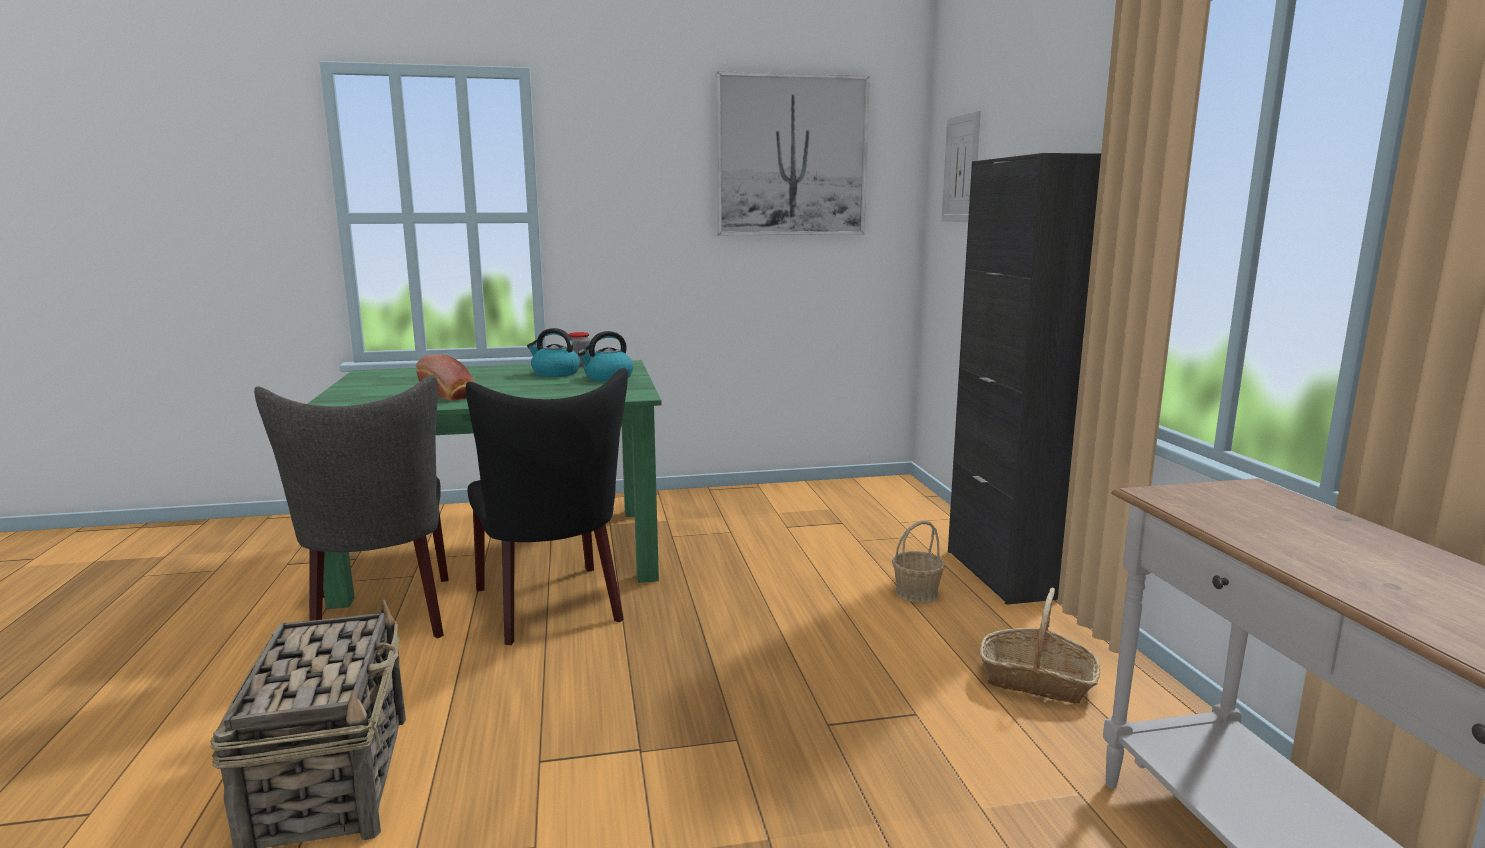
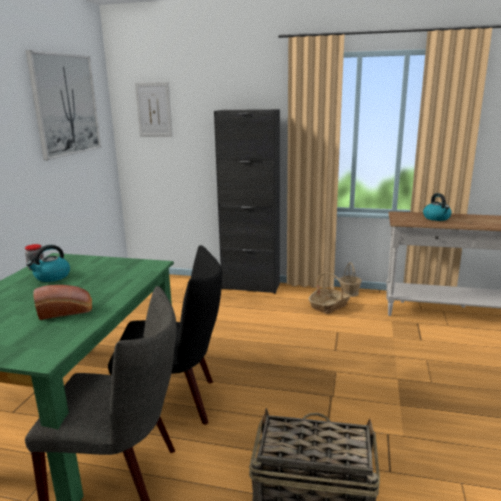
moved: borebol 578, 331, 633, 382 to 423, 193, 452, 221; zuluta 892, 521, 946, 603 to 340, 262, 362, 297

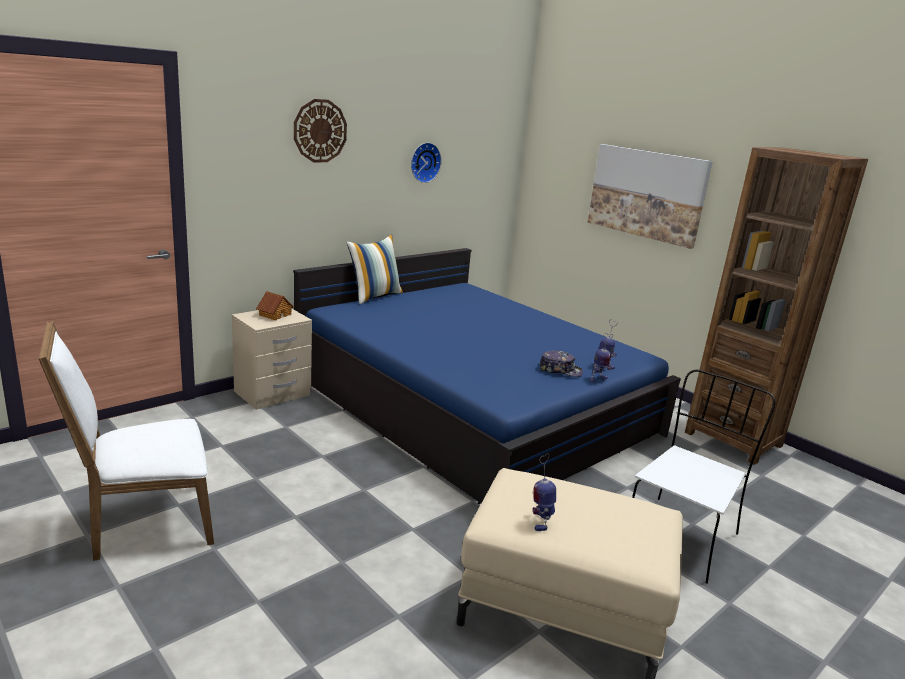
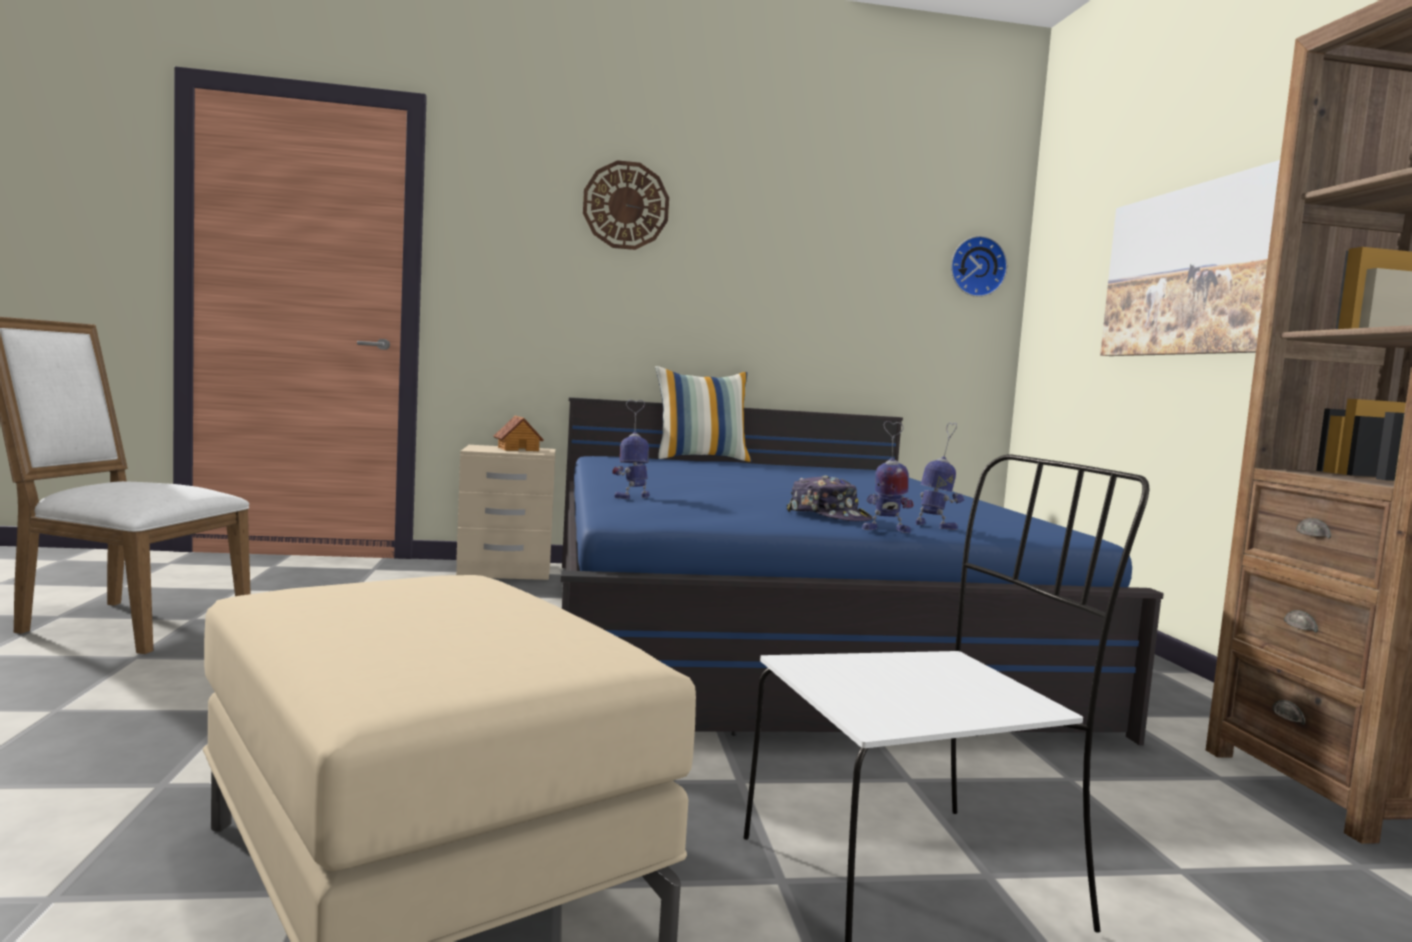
moved: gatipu 411, 142, 441, 183 to 951, 236, 1008, 297; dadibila 533, 453, 556, 531 to 612, 400, 649, 499

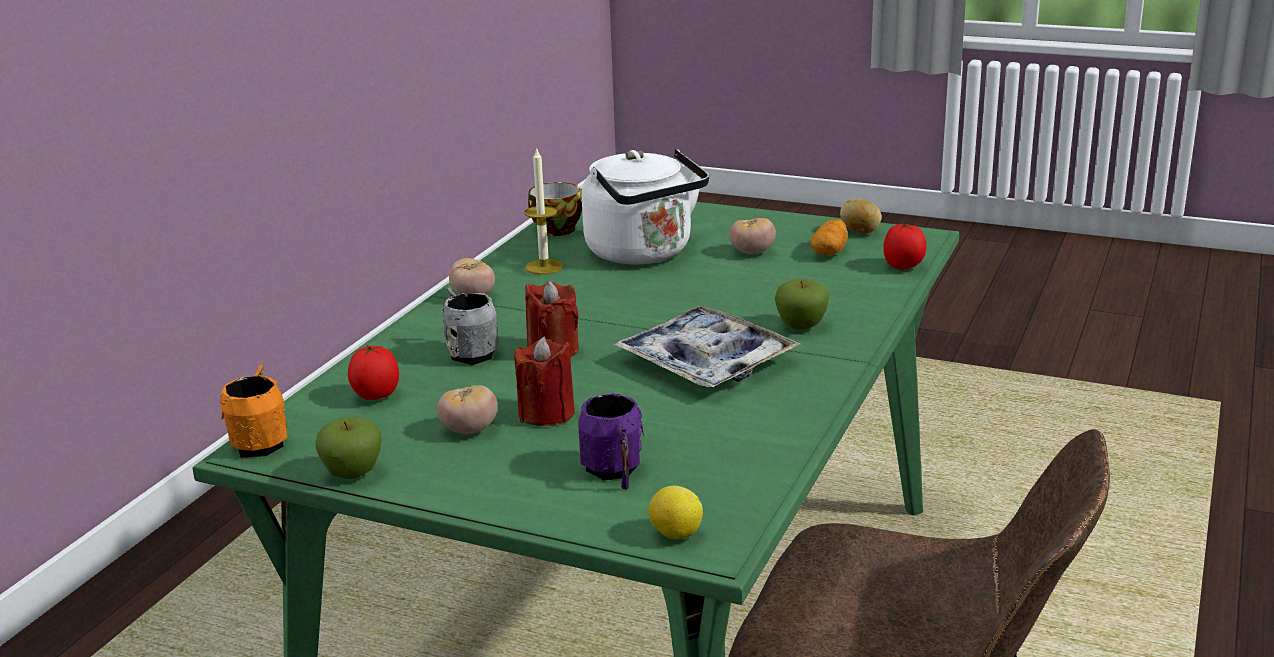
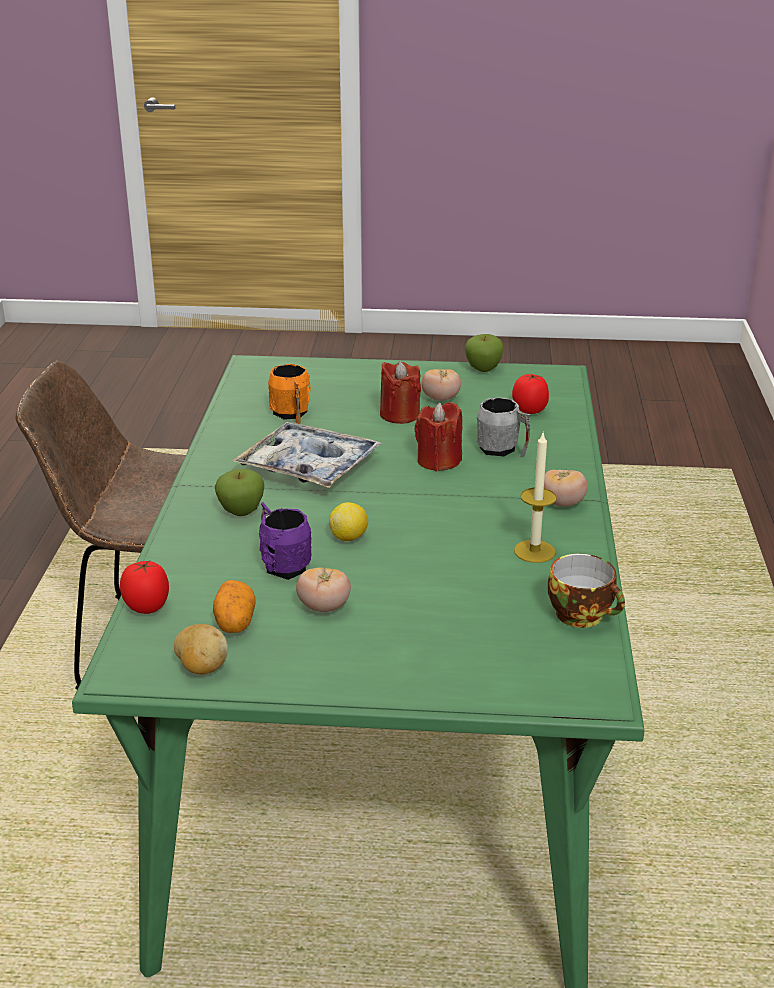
removed: borebol (white) 582, 149, 709, 265
moved: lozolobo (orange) 219, 365, 288, 458 to 268, 364, 311, 424; lozolobo (purple) 578, 393, 644, 489 to 259, 502, 312, 580; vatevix 648, 486, 703, 539 to 329, 502, 368, 541

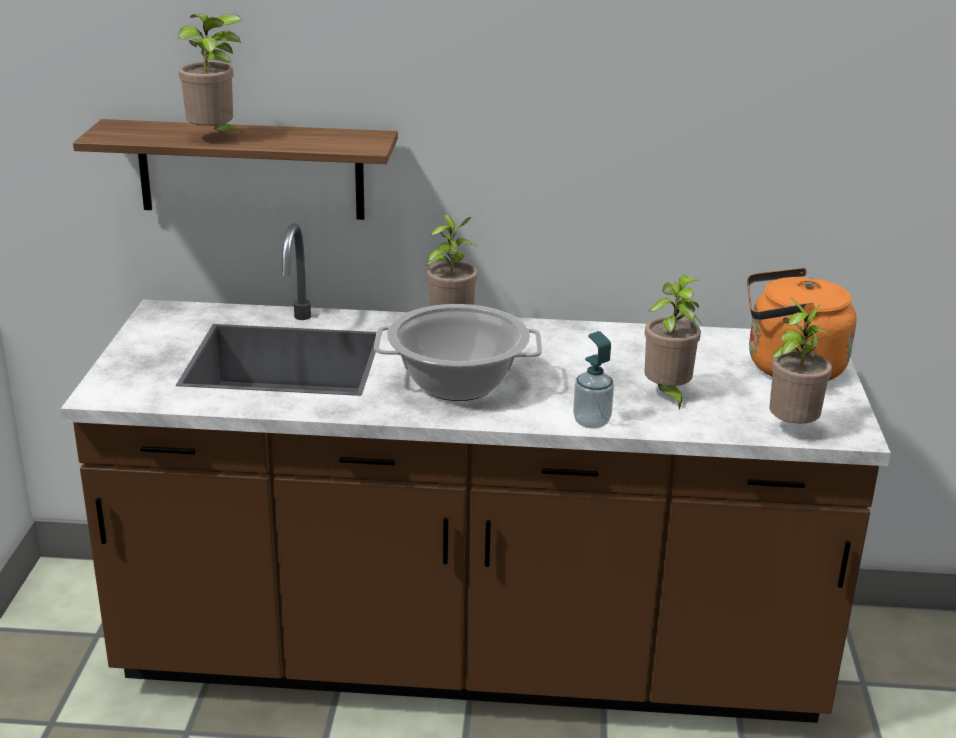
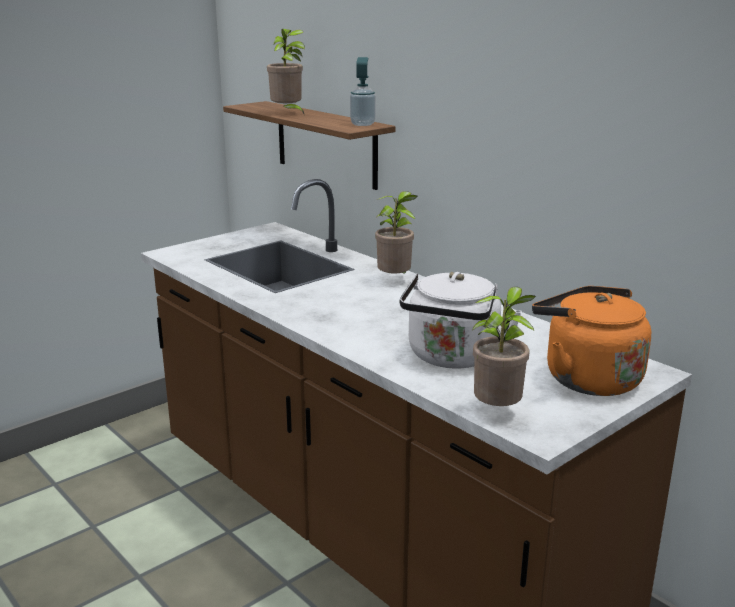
removed: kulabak 374, 304, 542, 401
moved: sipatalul 573, 331, 614, 429 to 350, 57, 376, 126
replaced: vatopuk 644, 275, 703, 409 to borebol (white) 400, 272, 522, 369

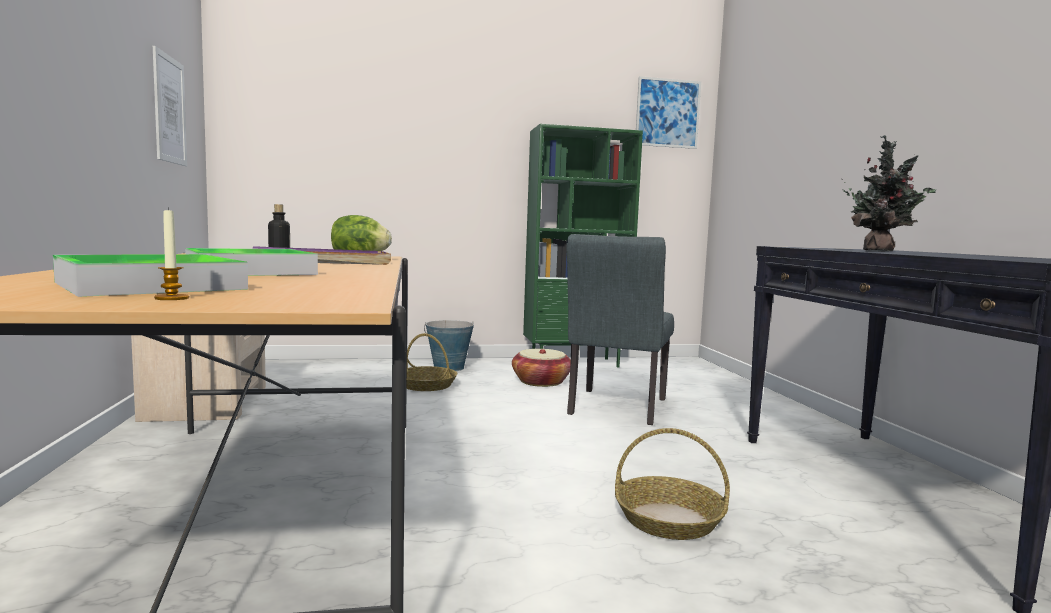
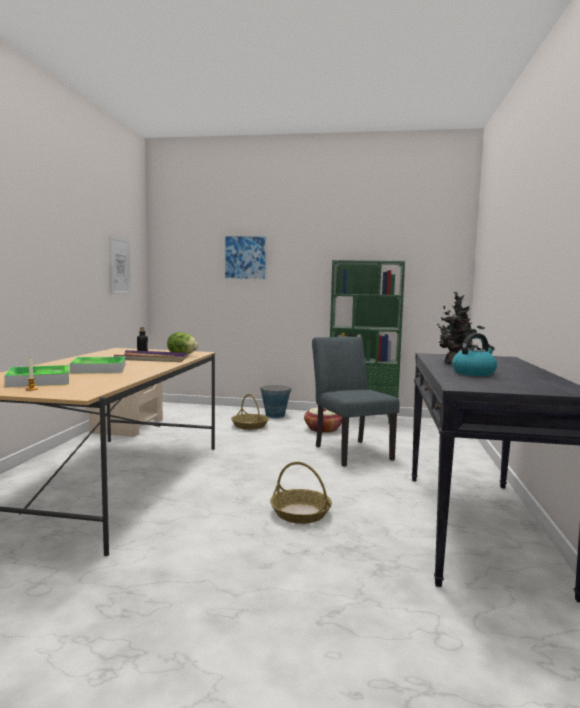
added: borebol 452, 333, 497, 376
moved: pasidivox 636, 76, 701, 149 to 224, 235, 267, 280
turned: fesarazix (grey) 566, 234, 674, 425 = 312, 337, 399, 467 120 degrees clockwise

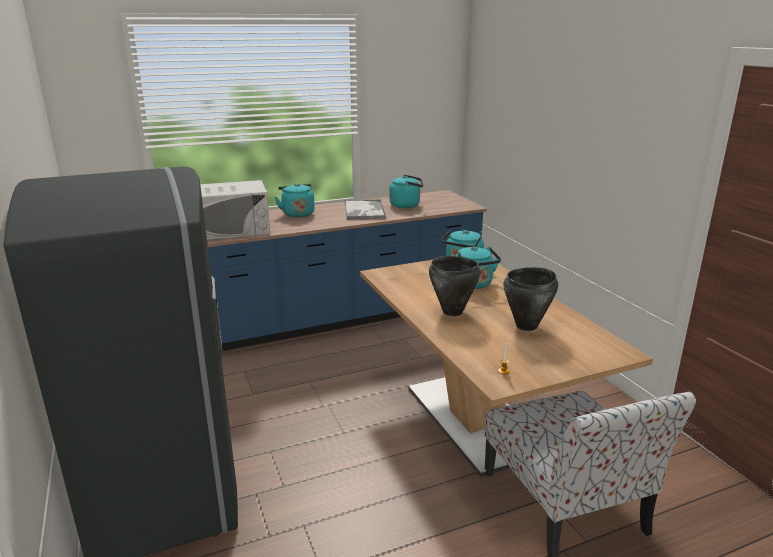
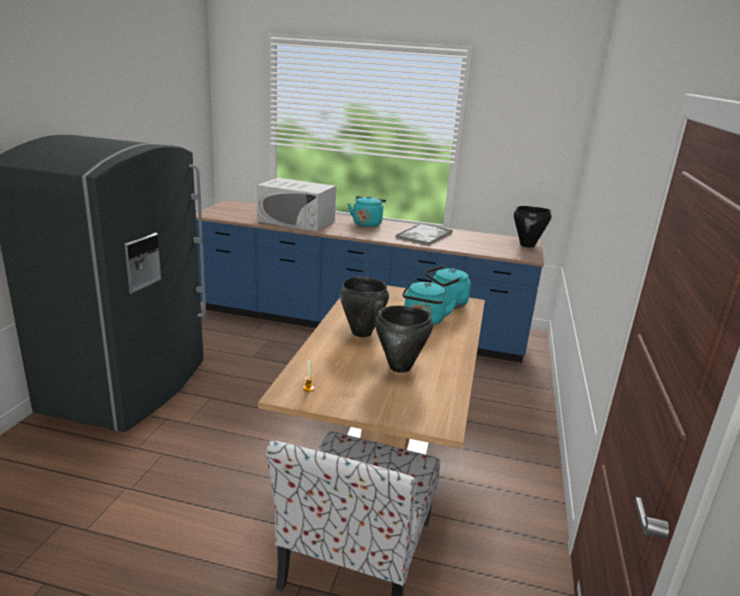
removed: borebol (turquoise) 389, 175, 423, 208
added: kulabak (black) 514, 206, 552, 248

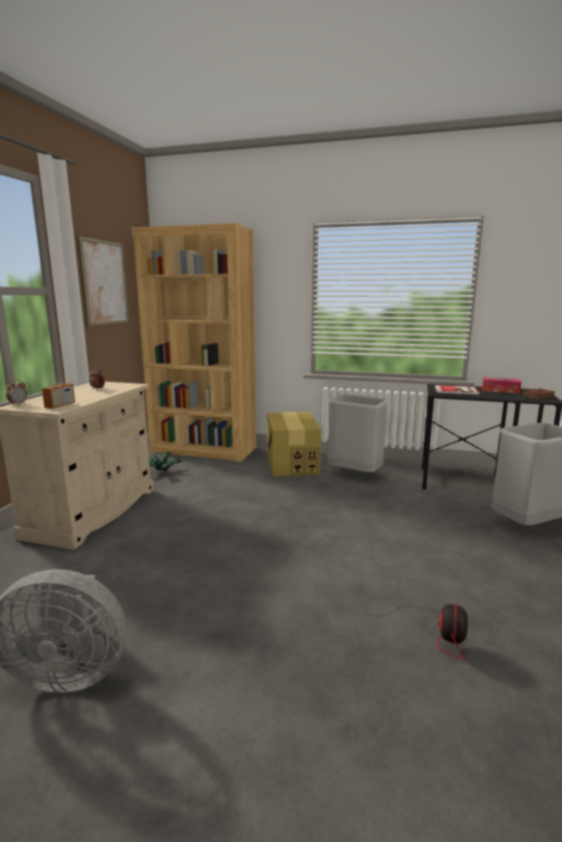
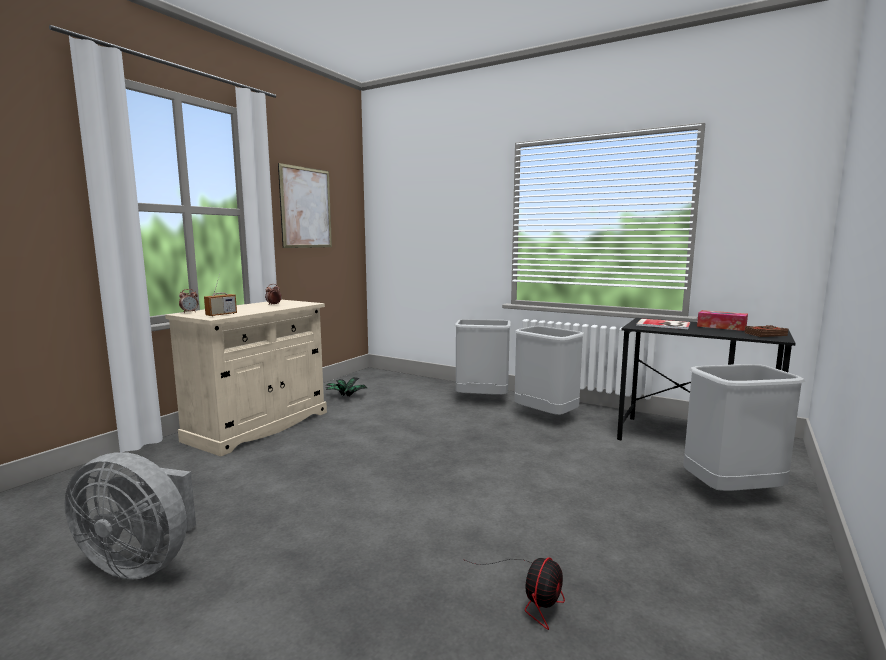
removed: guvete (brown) 131, 223, 256, 462
replaced: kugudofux 267, 412, 321, 477 to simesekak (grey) 454, 319, 511, 395

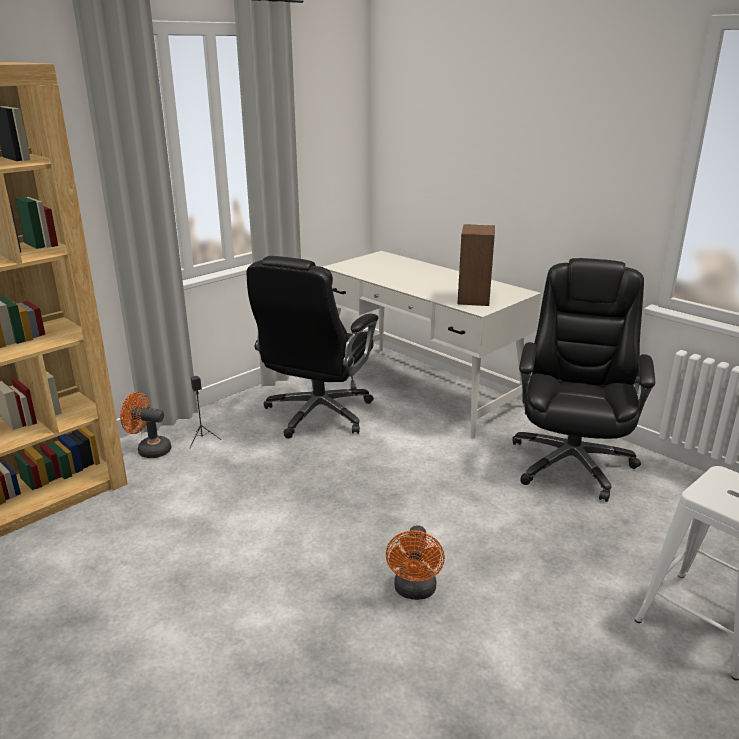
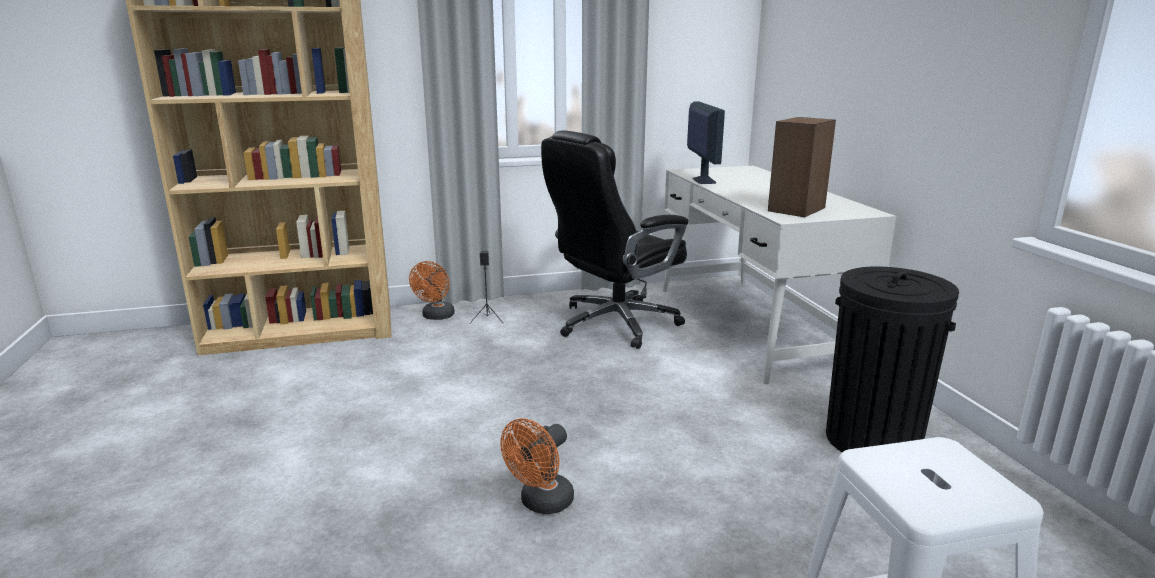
added: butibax 687, 102, 725, 184
replaced: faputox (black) 512, 258, 655, 502 to simesekak (black) 826, 266, 959, 452
turned: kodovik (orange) 120, 392, 172, 458 = 409, 261, 455, 320 120 degrees counterclockwise

